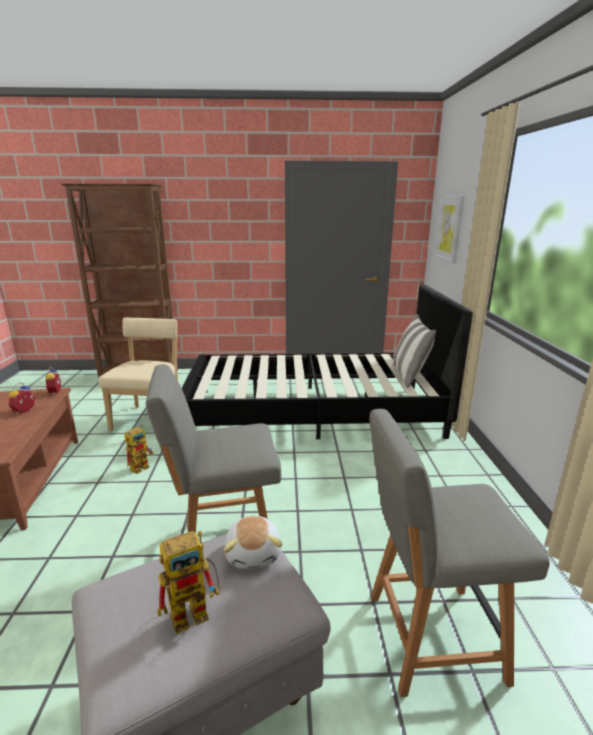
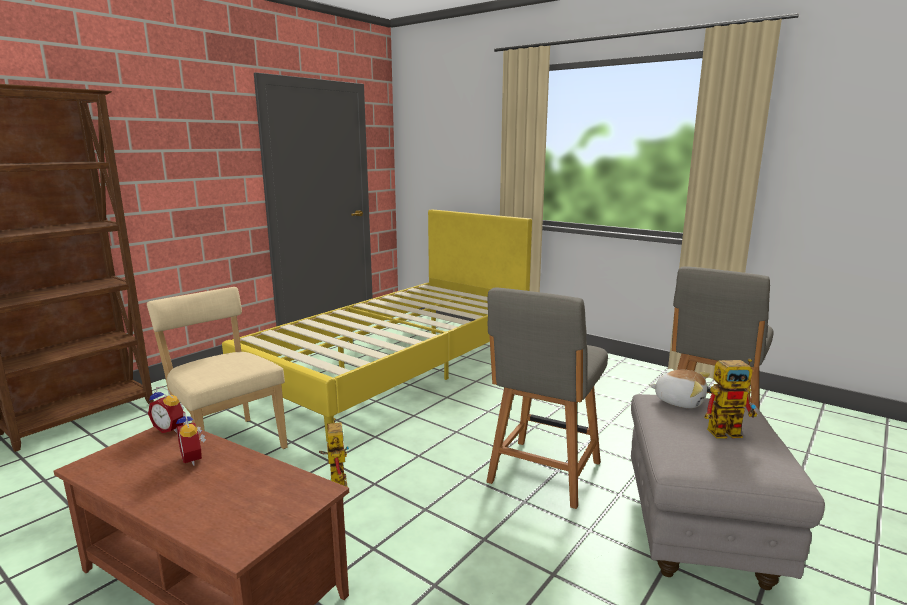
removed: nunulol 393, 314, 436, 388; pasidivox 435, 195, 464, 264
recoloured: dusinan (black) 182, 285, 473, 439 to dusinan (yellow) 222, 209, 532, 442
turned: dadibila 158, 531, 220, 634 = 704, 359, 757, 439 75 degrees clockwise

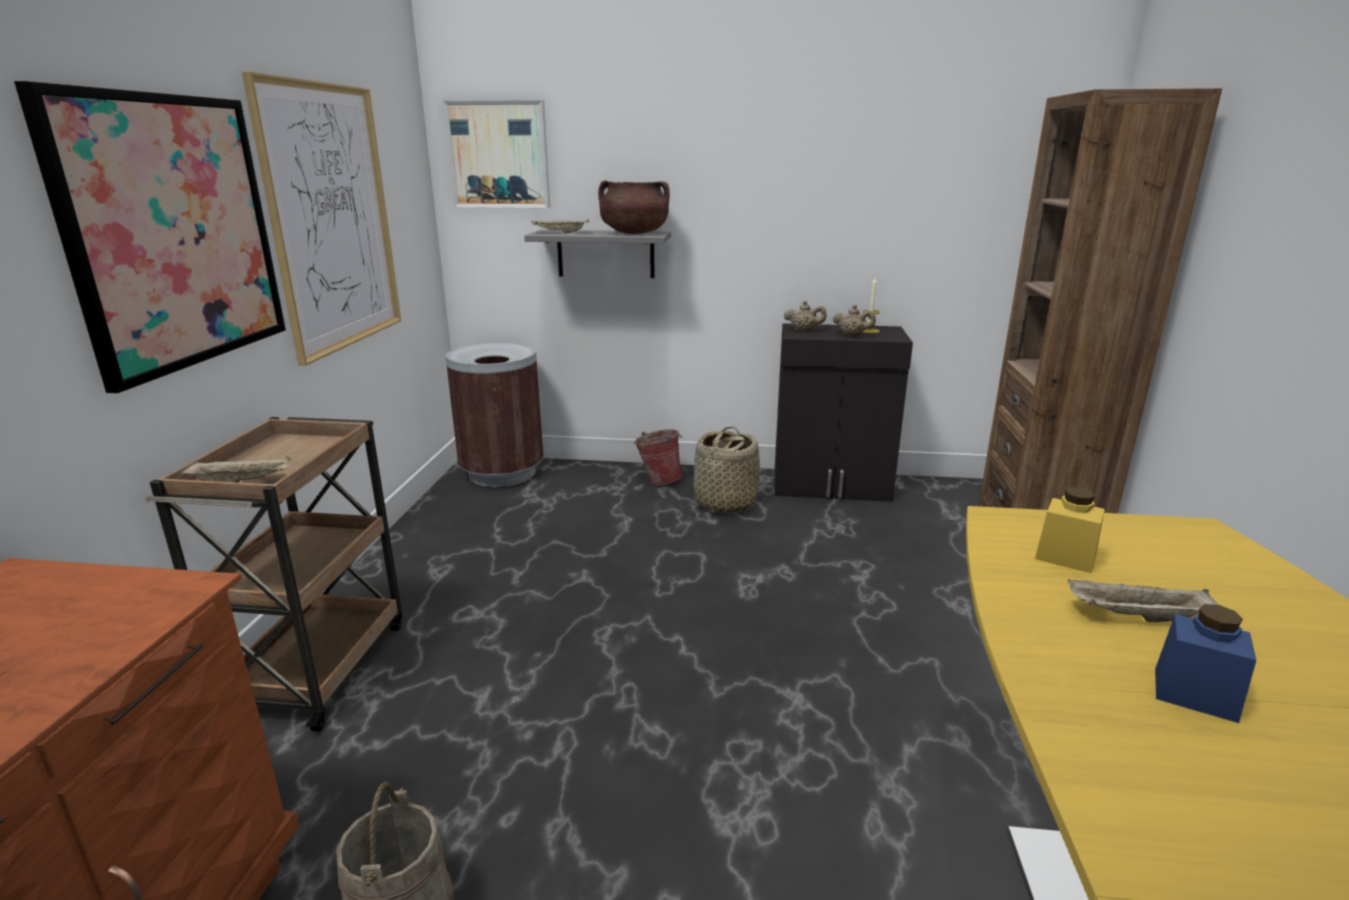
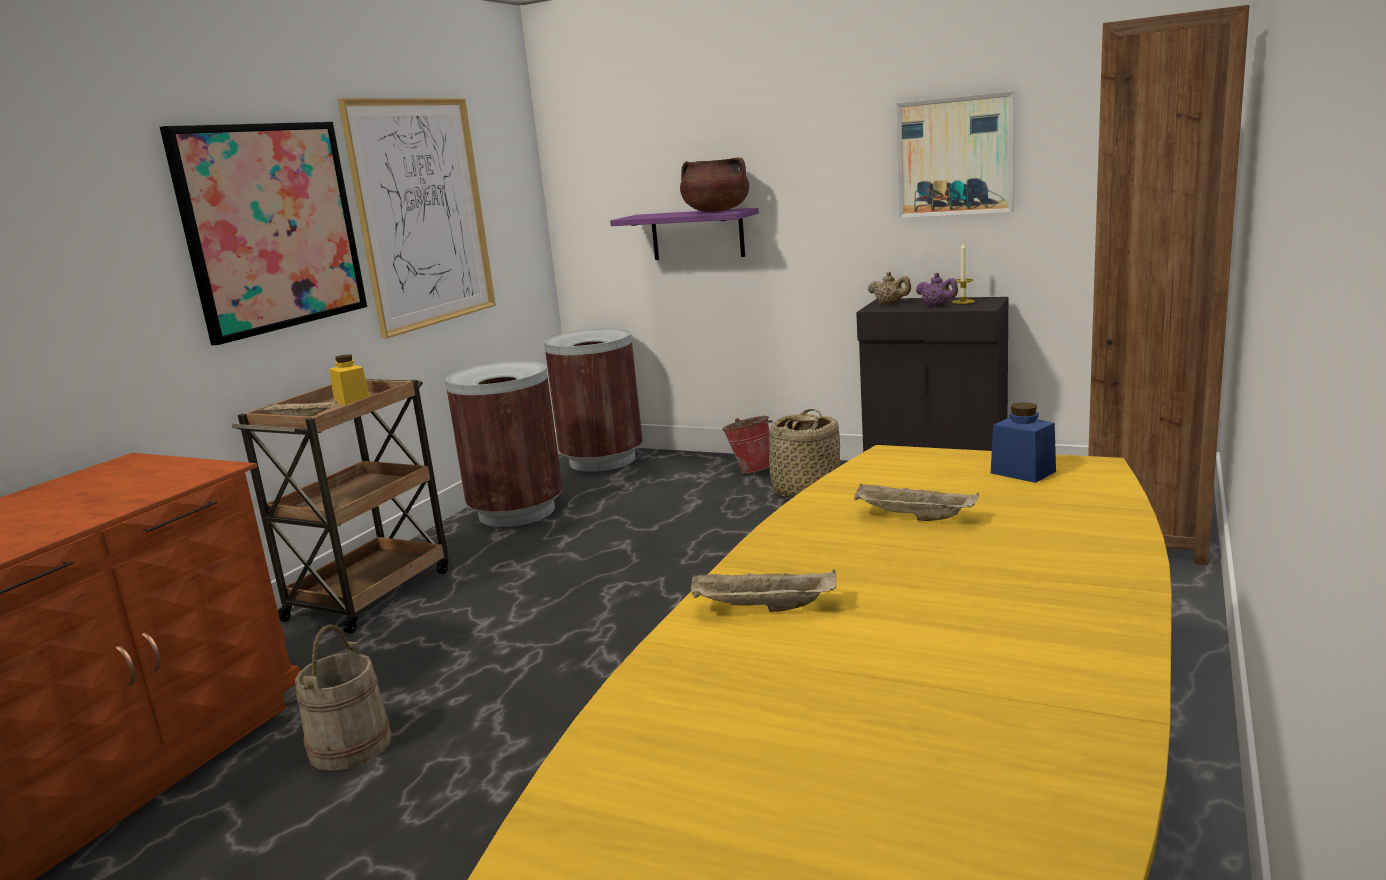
added: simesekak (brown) 445, 361, 563, 527
moved: pasidivox 443, 100, 550, 208 to 896, 91, 1015, 218; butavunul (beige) 531, 219, 589, 233 to 691, 570, 837, 612; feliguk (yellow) 1035, 487, 1105, 574 to 329, 354, 370, 406; feliguk (blue) 1155, 604, 1256, 723 to 991, 402, 1056, 483
recoloured: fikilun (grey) 524, 230, 671, 278 to fikilun (purple) 610, 208, 759, 260; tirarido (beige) 833, 305, 876, 336 to tirarido (purple) 916, 273, 958, 307

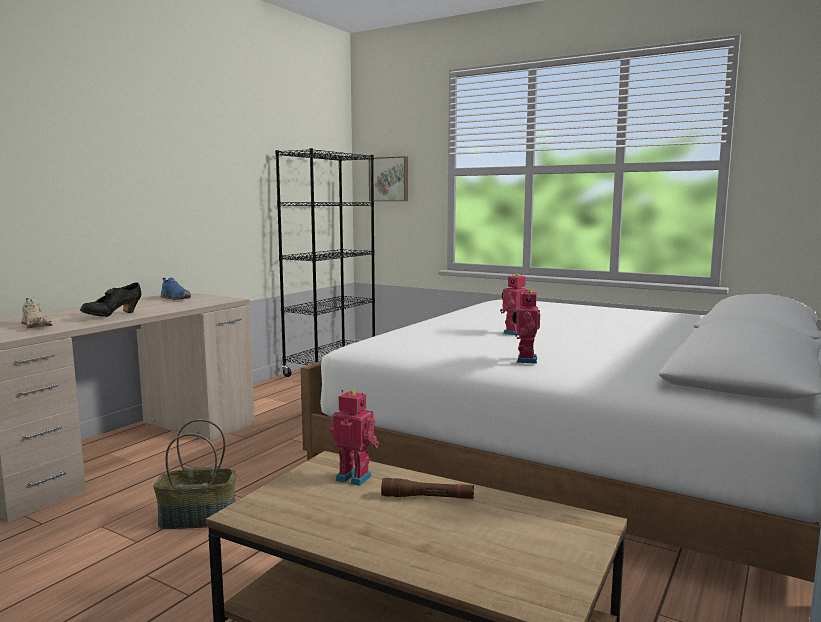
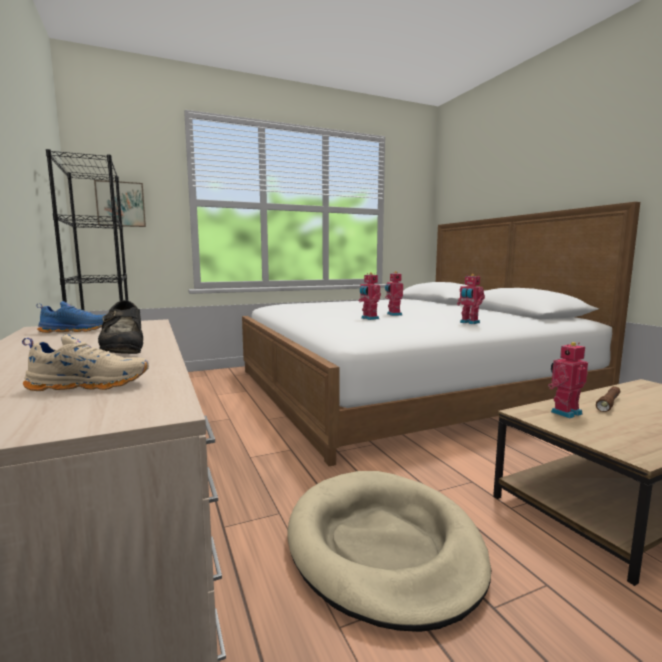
added: dadibila 359, 272, 381, 320
replaced: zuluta 153, 419, 236, 529 to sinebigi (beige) 287, 471, 491, 632

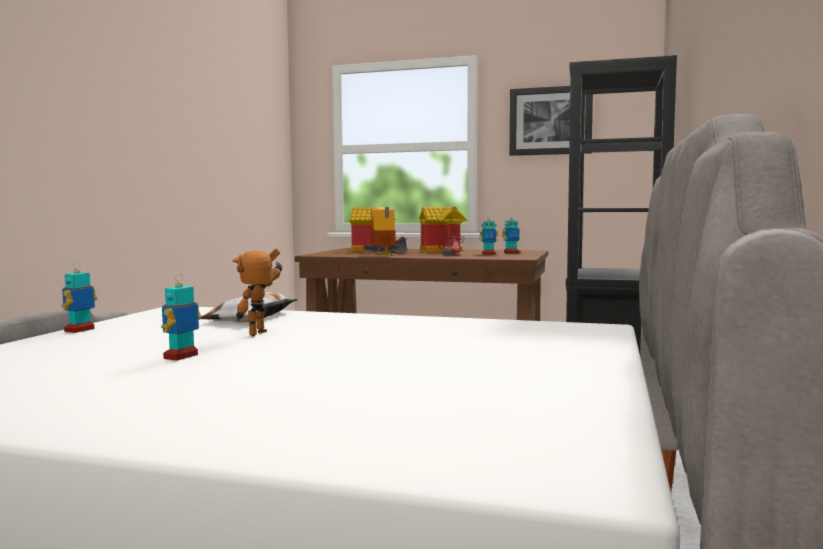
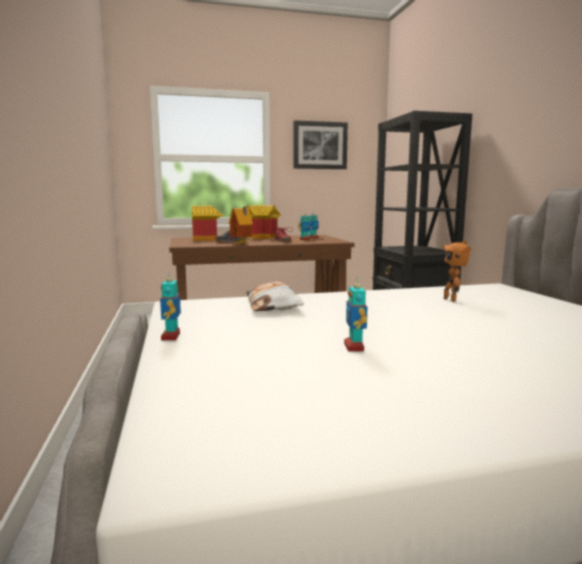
moved: dadibila 232, 248, 282, 336 to 442, 240, 472, 302

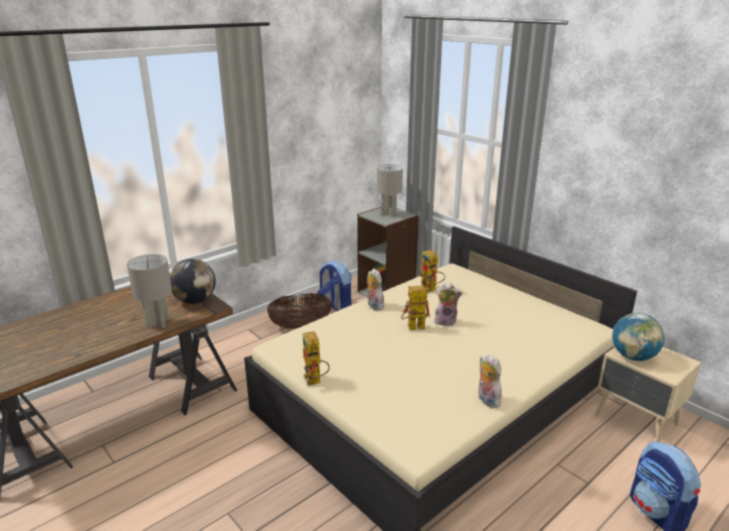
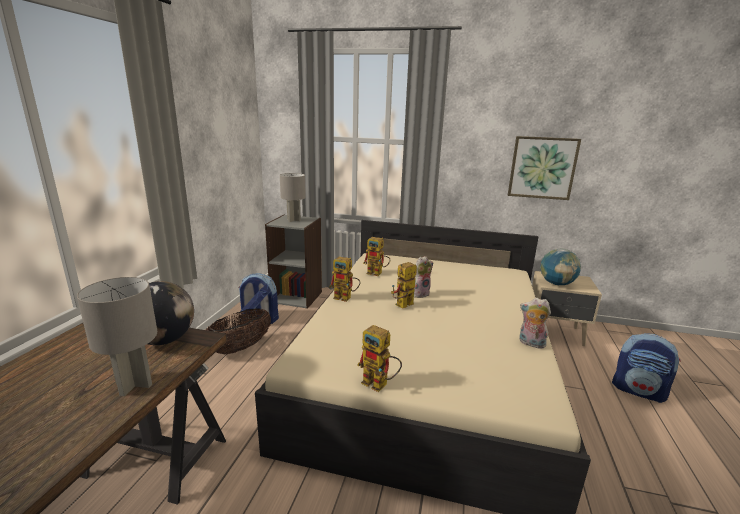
added: pasidivox 508, 136, 581, 200
replaced: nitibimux 366, 268, 384, 310 to dadibila 329, 257, 361, 302

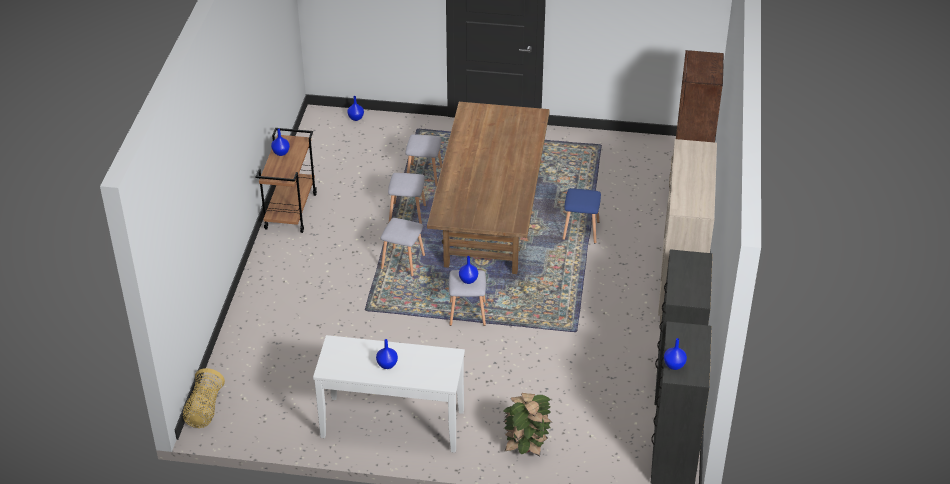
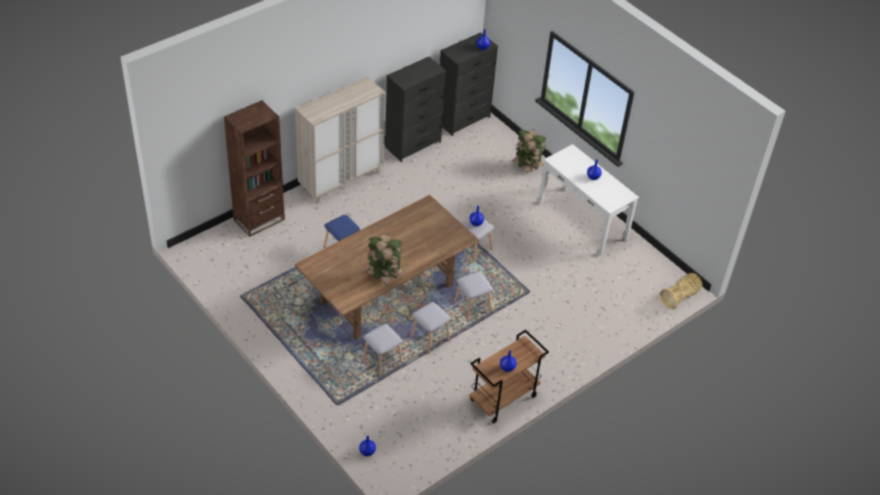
added: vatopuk 366, 233, 404, 286

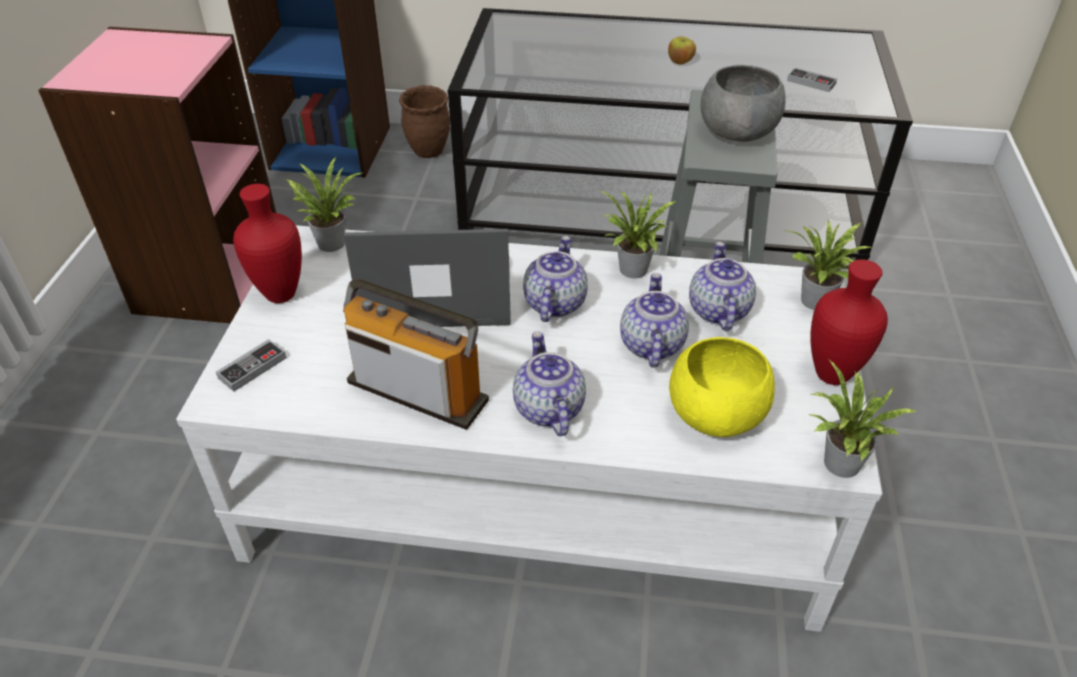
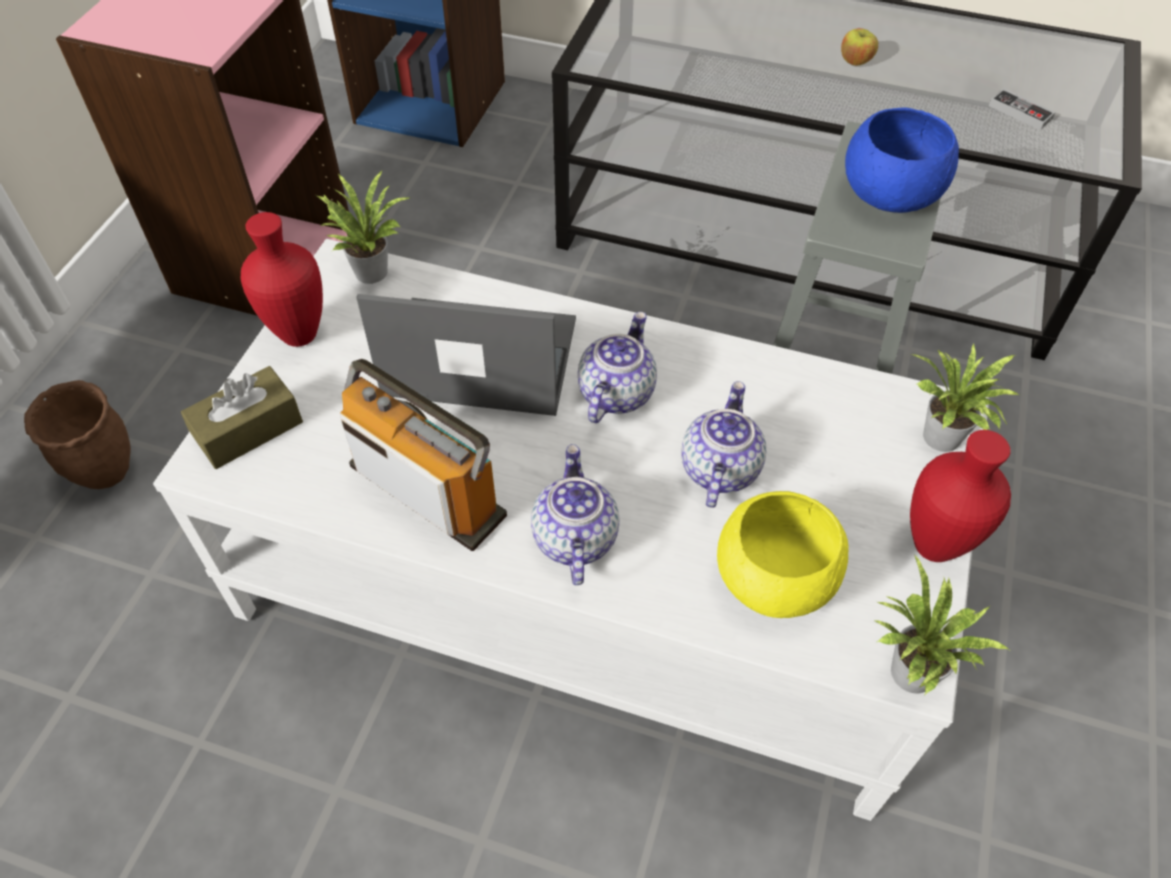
removed: vatopuk 600, 191, 676, 278; tirarido 689, 242, 756, 331
moved: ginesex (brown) 399, 85, 450, 158 to 24, 380, 131, 489
replaced: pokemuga 216, 339, 287, 392 to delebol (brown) 181, 366, 303, 469
recoloured: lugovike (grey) 701, 65, 786, 142 to lugovike (blue) 845, 108, 959, 213

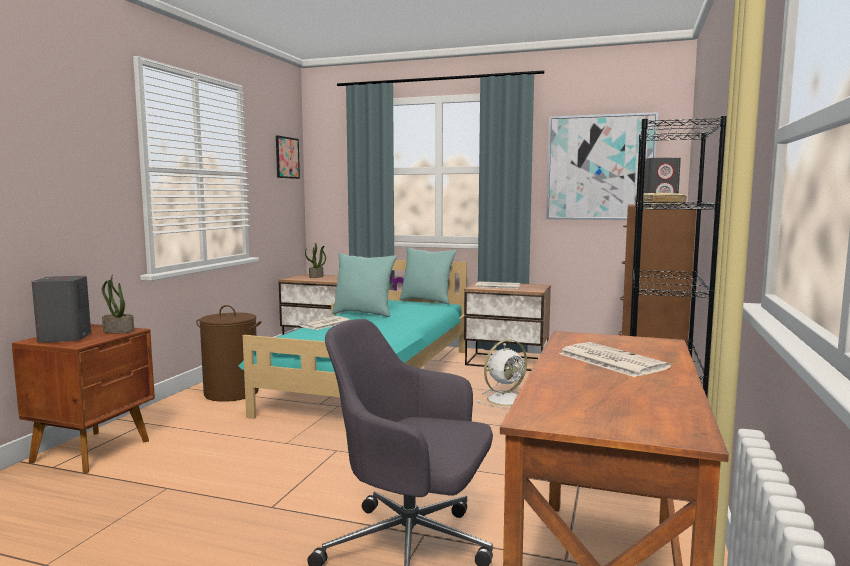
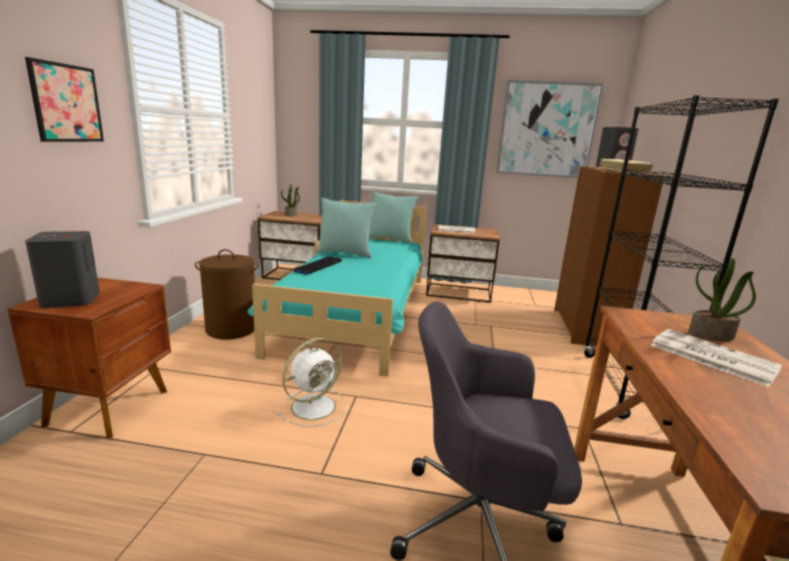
moved: vatopuk 102, 274, 134, 333 to 688, 258, 756, 341; pasidivox 276, 135, 300, 179 to 25, 57, 104, 142; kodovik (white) 477, 339, 527, 409 to 276, 338, 348, 427
replaced: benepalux 299, 316, 350, 330 to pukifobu 294, 256, 342, 275

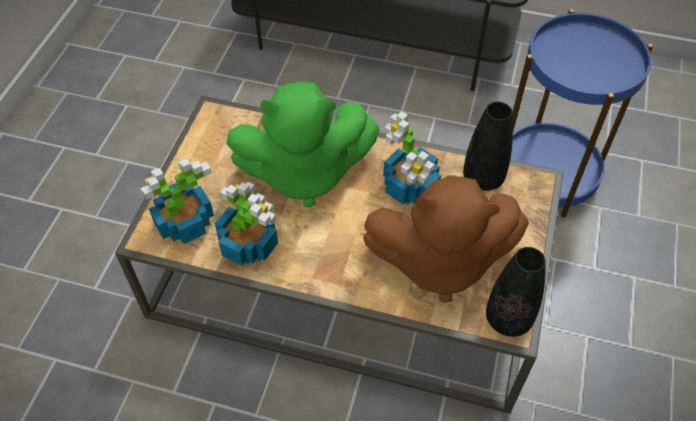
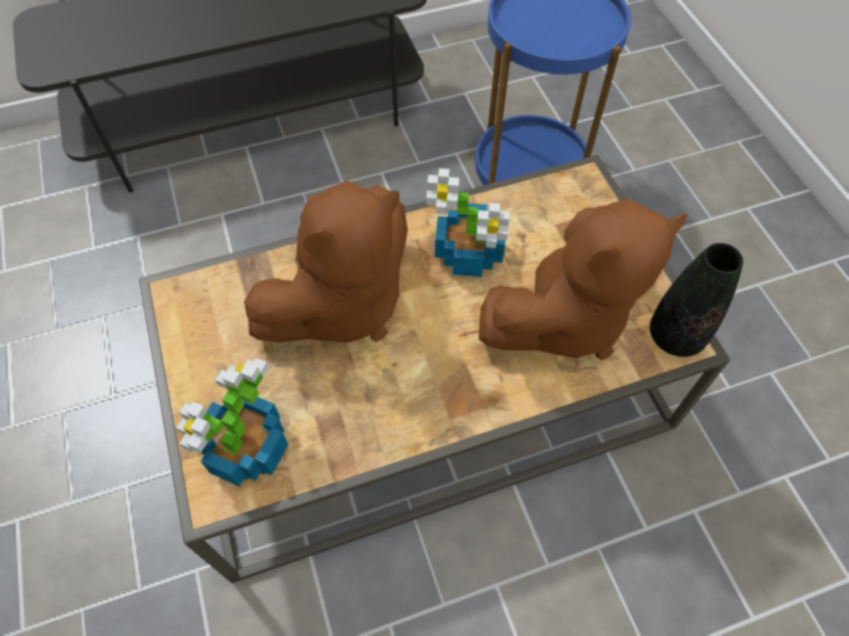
removed: vatopuk 215, 182, 278, 266; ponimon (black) 463, 102, 513, 191
recoloured: nitibimux (green) 226, 81, 379, 208 to nitibimux (brown) 244, 181, 408, 343

